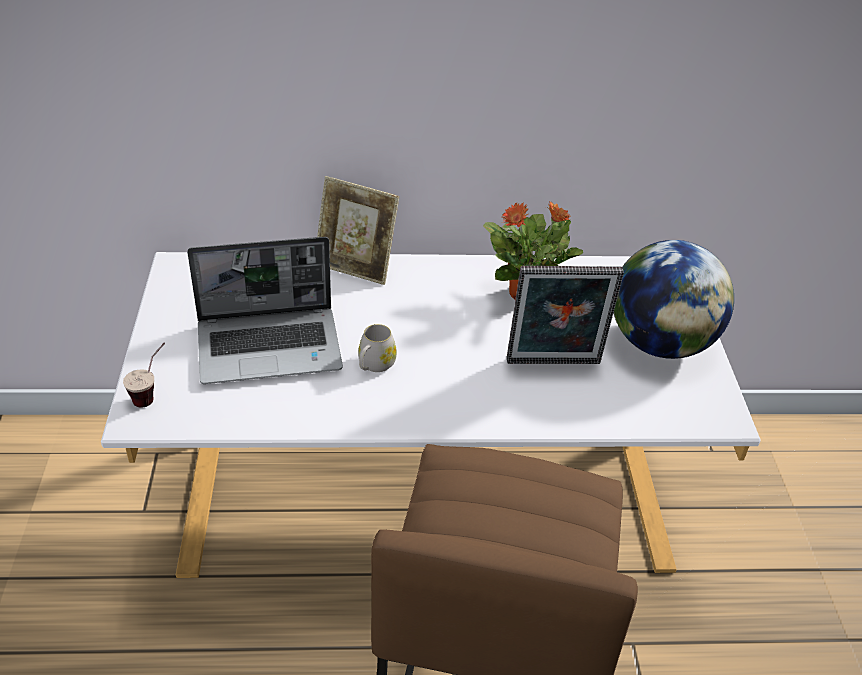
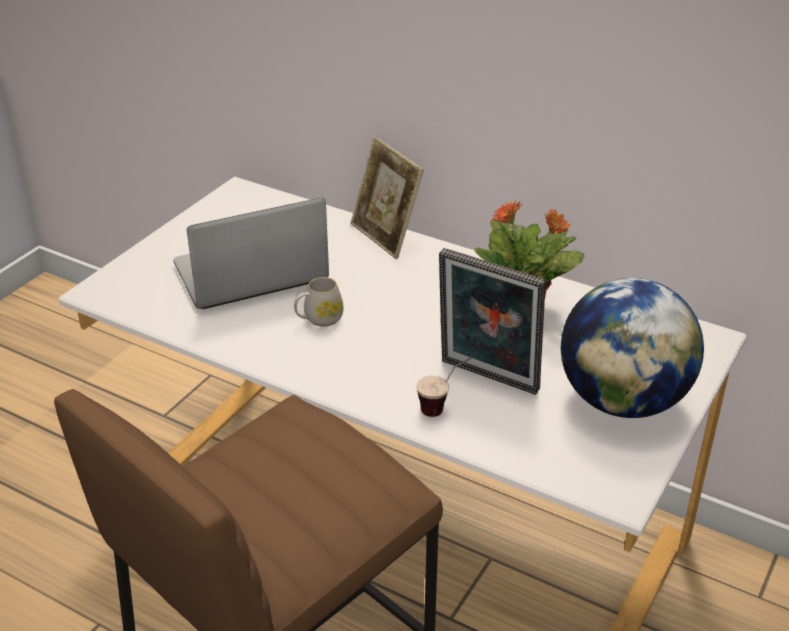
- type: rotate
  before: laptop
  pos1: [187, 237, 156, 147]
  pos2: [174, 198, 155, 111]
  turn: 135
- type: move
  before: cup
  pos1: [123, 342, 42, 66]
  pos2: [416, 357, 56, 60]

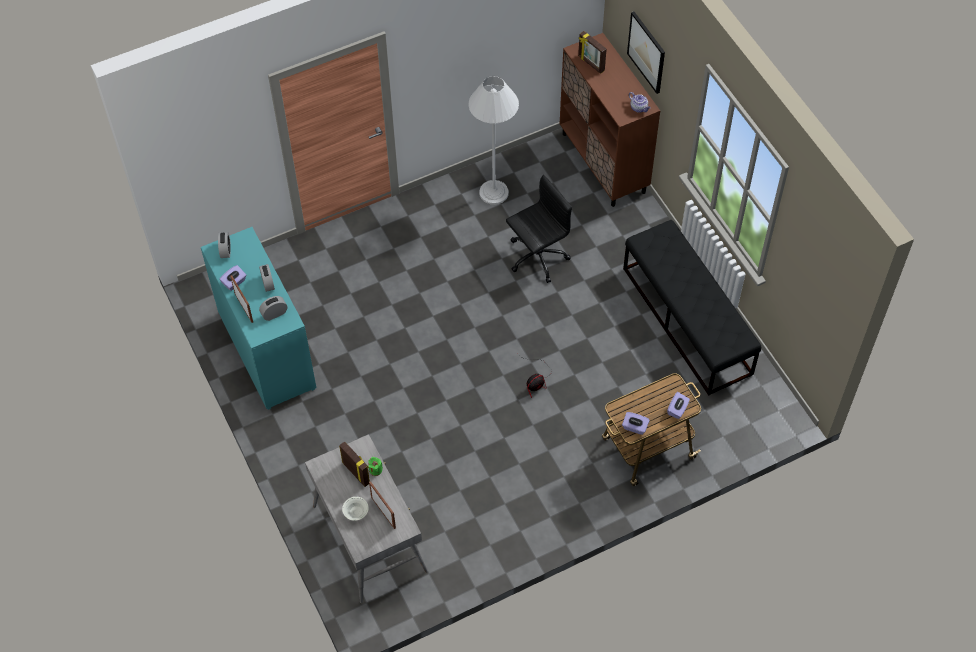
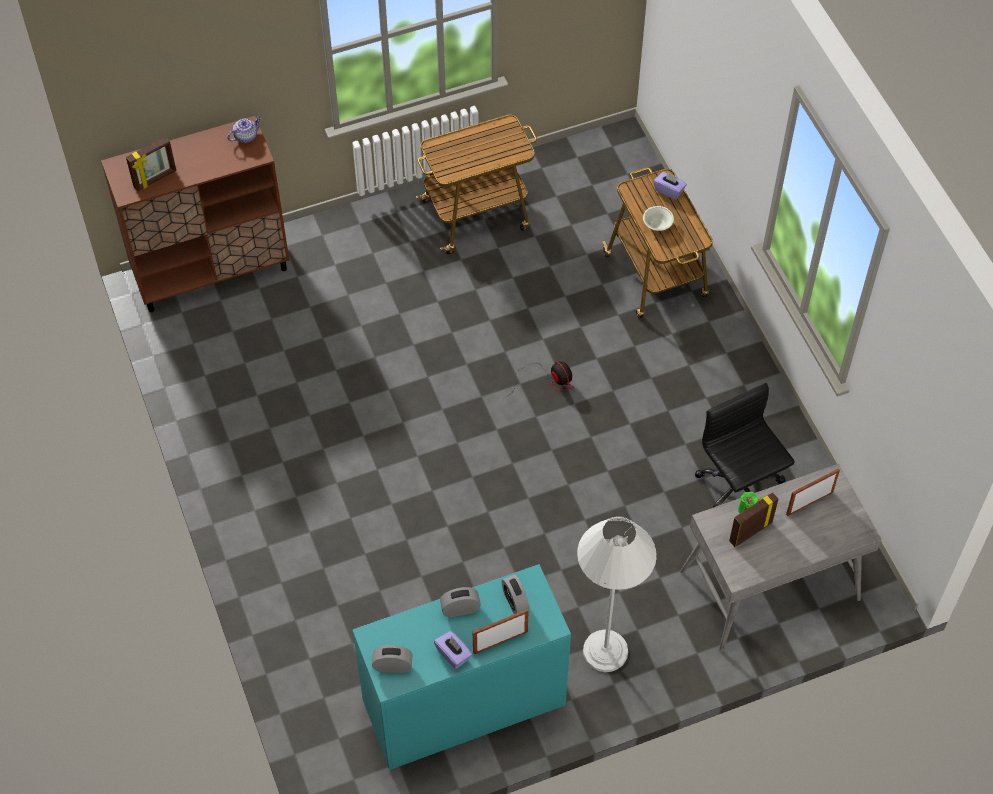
- type: delete
  before: wall_picture
  pos1: [627, 11, 38, 83]
- type: move
  before: white_standard_lamp
  pos1: [468, 76, 51, 129]
  pos2: [577, 516, 80, 156]
- type: move
  before: black_desk_chair
  pos1: [506, 175, 66, 108]
  pos2: [695, 383, 100, 125]
- type: replace
  before: black_bench
  after: wheeled_cart
  pos1: [623, 220, 138, 176]
  pos2: [416, 114, 121, 140]
- type: delete
  before: purple_tissue_holder
  pos1: [622, 412, 28, 23]
- type: move
  before: white_deep_dish
  pos1: [342, 497, 27, 24]
  pos2: [643, 206, 31, 25]

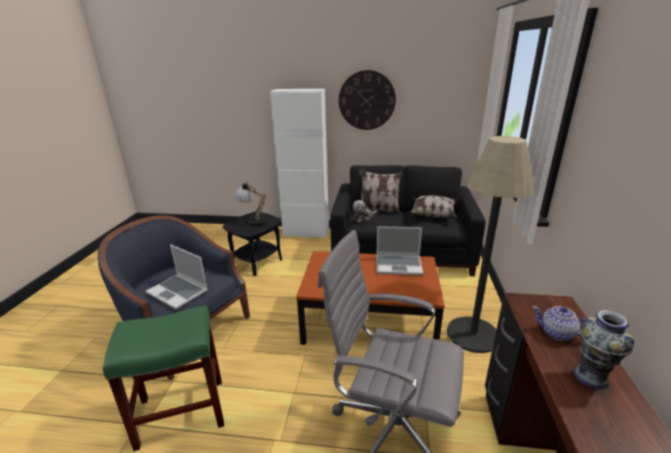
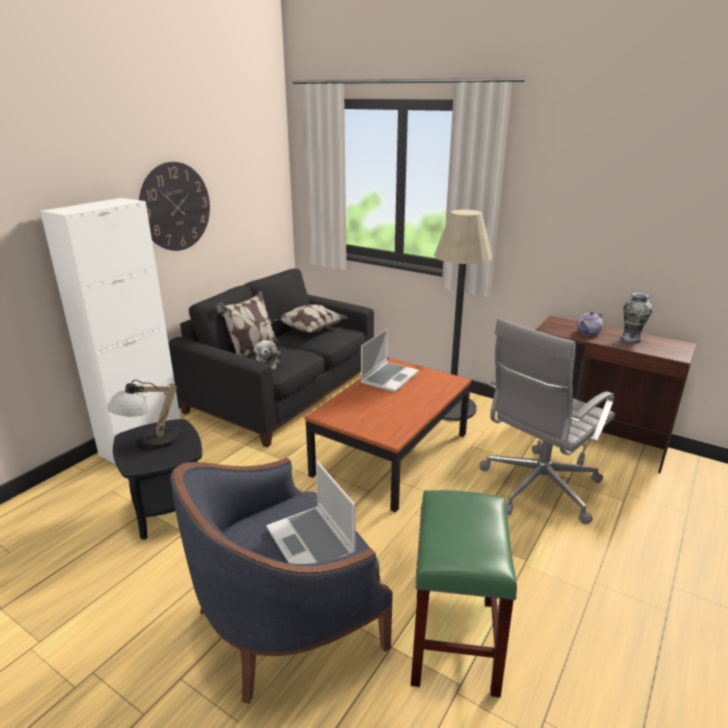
- type: rotate
  before: laptop
  pos1: [146, 244, 62, 65]
  pos2: [266, 460, 90, 104]
  turn: 90

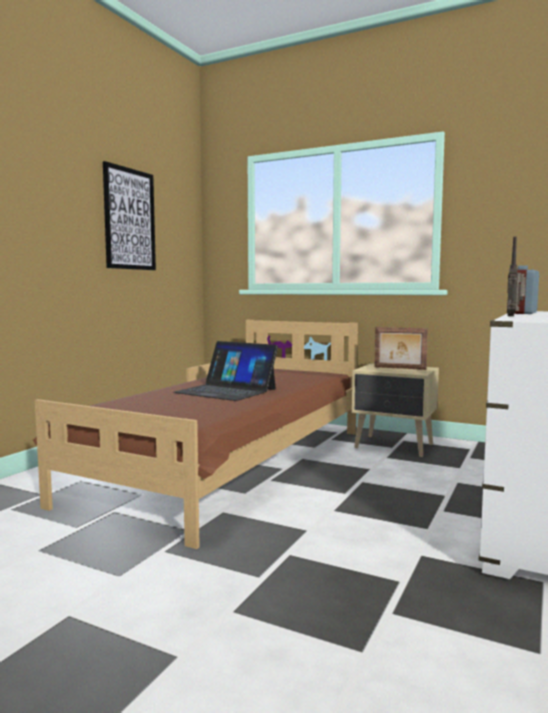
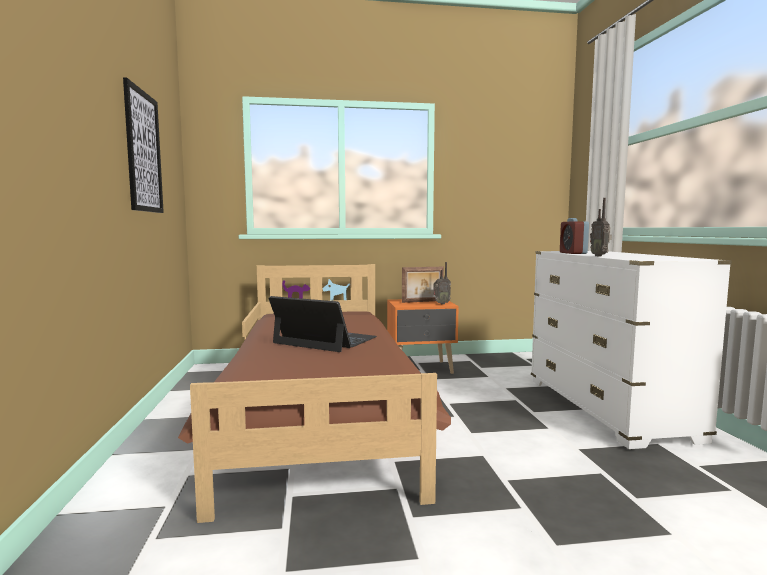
- type: rotate
  before: laptop
  pos1: [174, 341, 104, 60]
  pos2: [269, 296, 108, 56]
  turn: -150
- type: recolor
  before: beige_nightstand
  after: orangey_nightstand
  pos1: [352, 363, 87, 94]
  pos2: [387, 299, 72, 75]
- type: insert
  after: radio_set
  pos2: [433, 262, 18, 42]

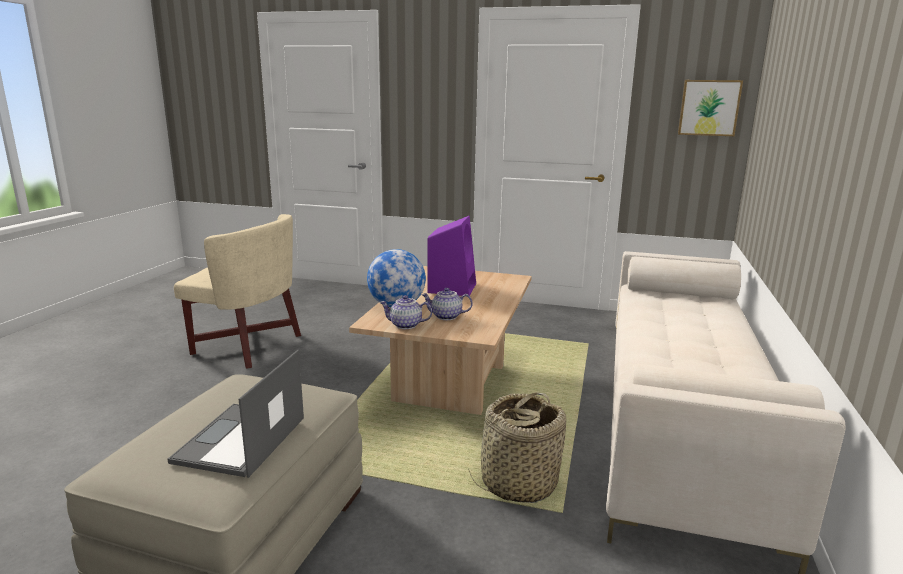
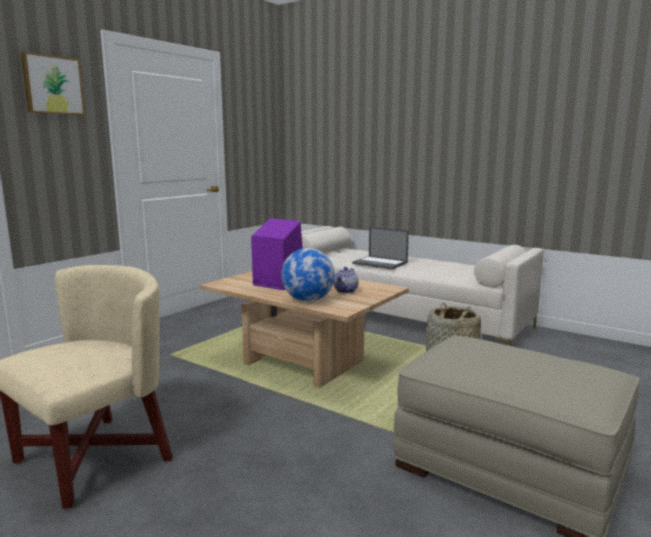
- type: move
  before: wall_picture
  pos1: [678, 80, 65, 56]
  pos2: [21, 52, 64, 63]
- type: delete
  before: tea_pot
  pos1: [379, 295, 53, 34]
- type: move
  before: laptop
  pos1: [168, 350, 136, 128]
  pos2: [352, 227, 57, 42]

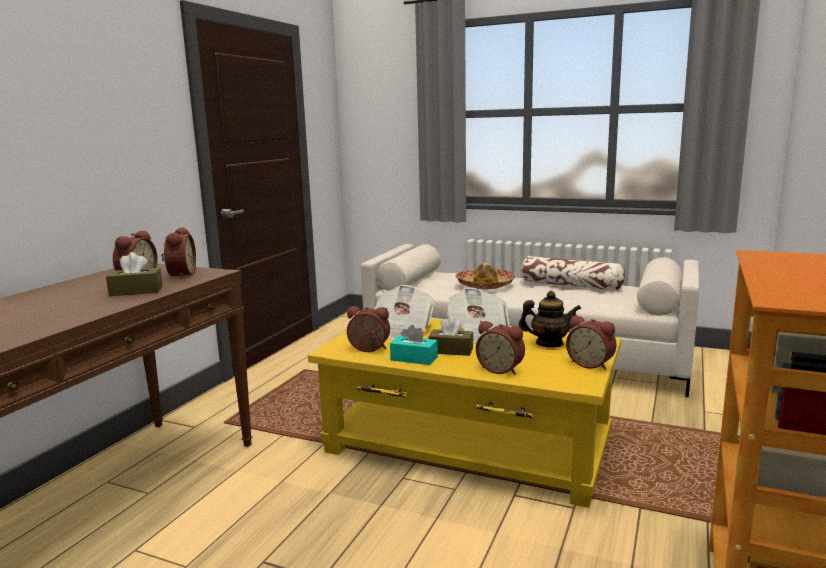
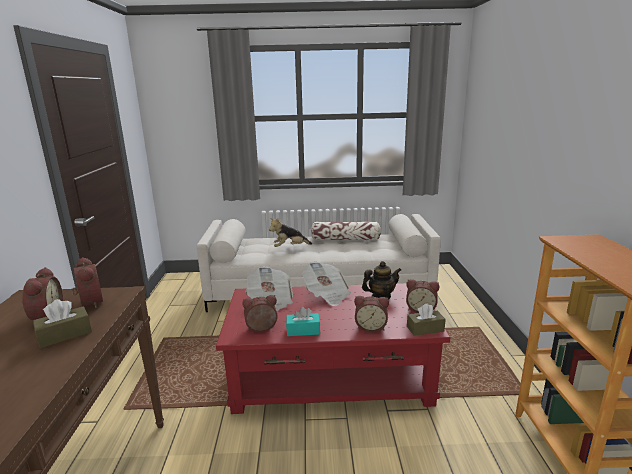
- type: replace
  before: clothing_hat
  after: plush_toy
  pos1: [456, 263, 59, 27]
  pos2: [269, 218, 43, 29]
- type: move
  before: brown-coloured_tissue_holder
  pos1: [429, 317, 44, 39]
  pos2: [407, 303, 39, 33]
- type: recolor
  before: yellowish_low_table
  after: reddish_low_table
  pos1: [308, 318, 314, 190]
  pos2: [216, 283, 235, 131]

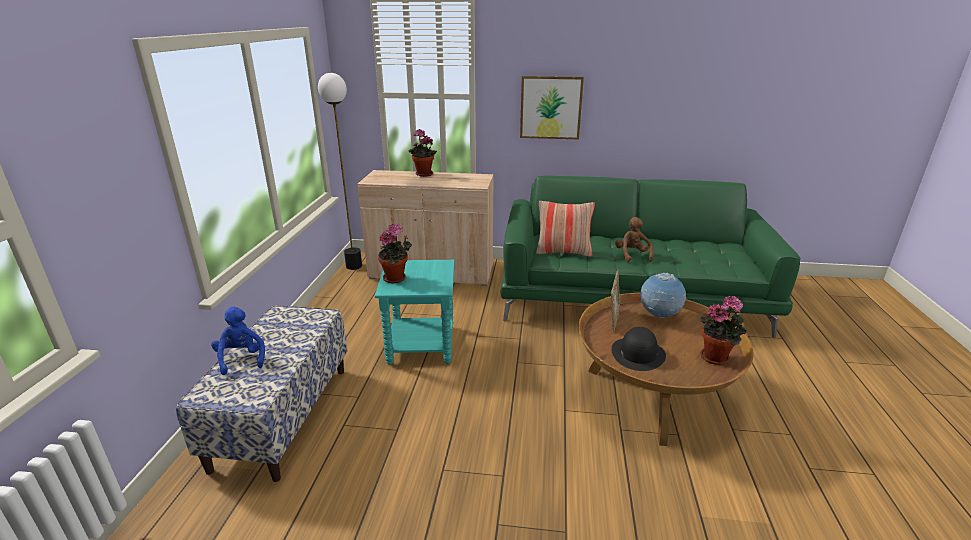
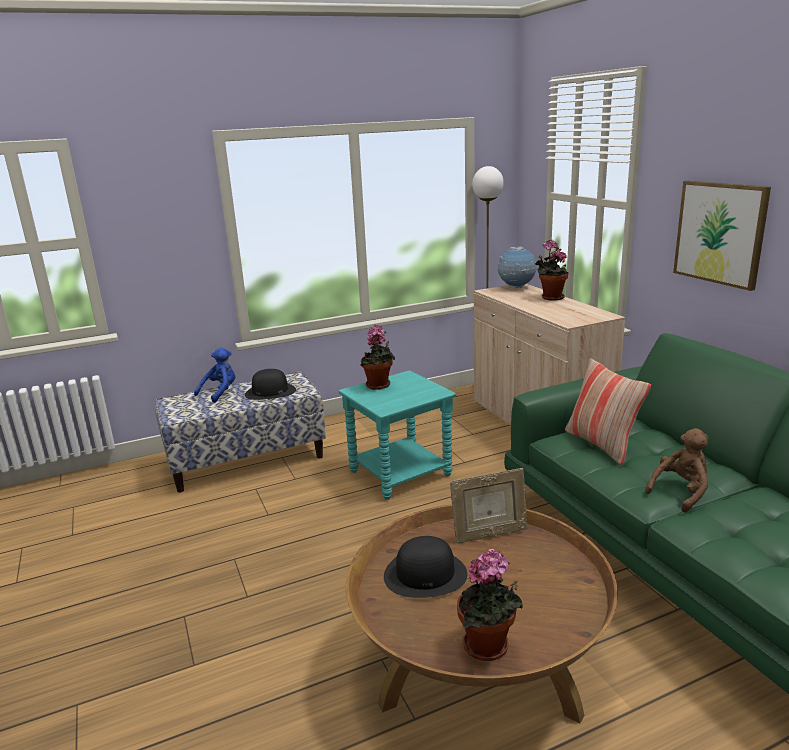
- type: move
  before: globe
  pos1: [640, 273, 47, 45]
  pos2: [498, 247, 39, 41]
- type: insert
  after: black_clothing_hat
  pos2: [245, 369, 51, 31]

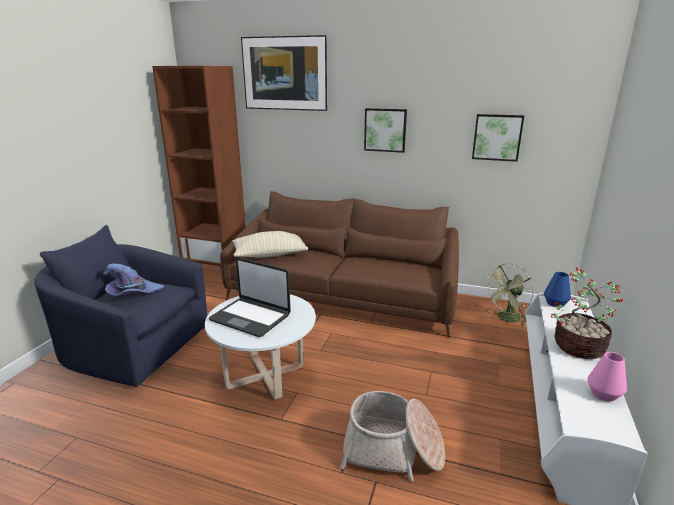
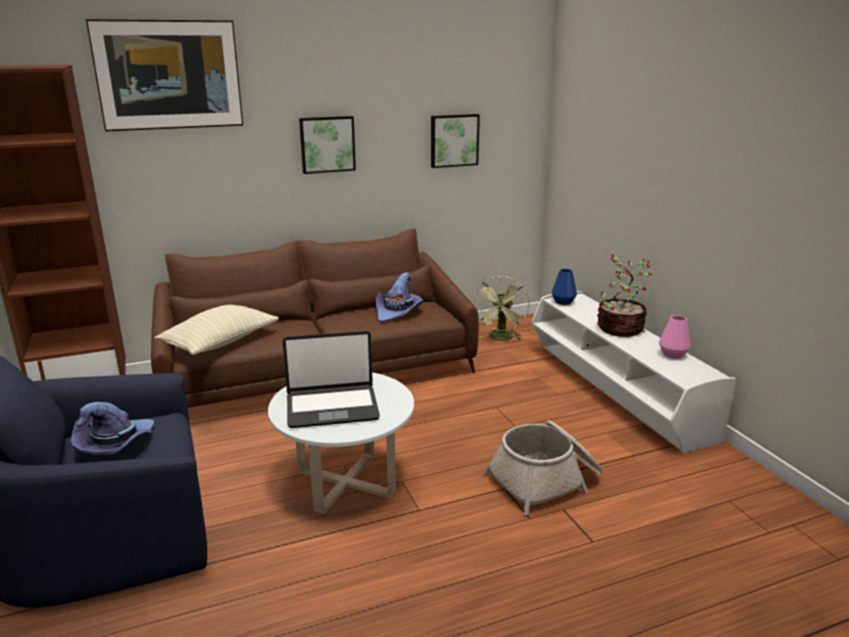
- type: insert
  after: purple_clothing_hat
  pos2: [376, 272, 48, 51]

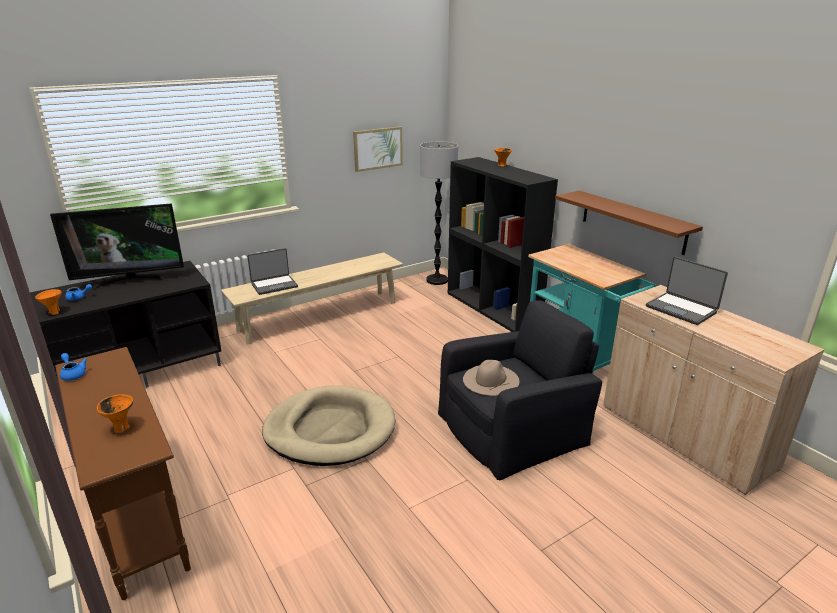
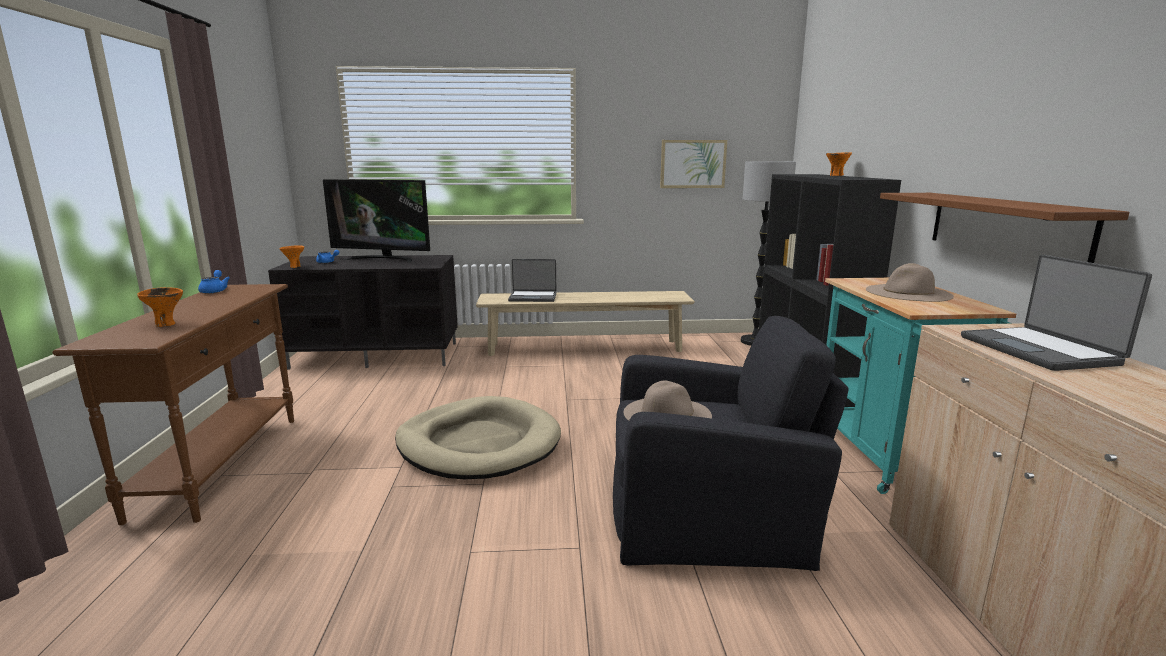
- type: insert
  after: beige_clothing_hat
  pos2: [866, 263, 88, 39]

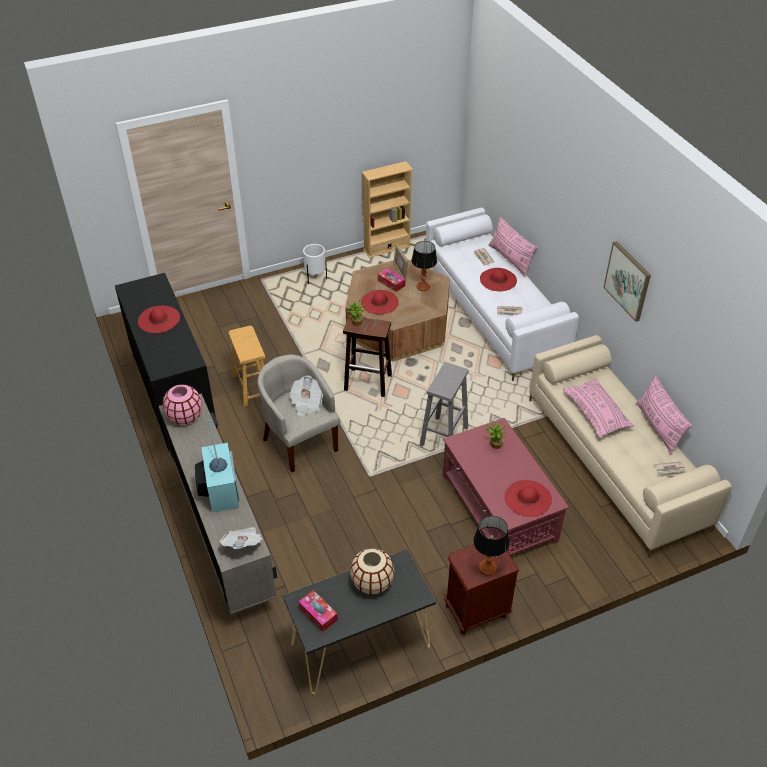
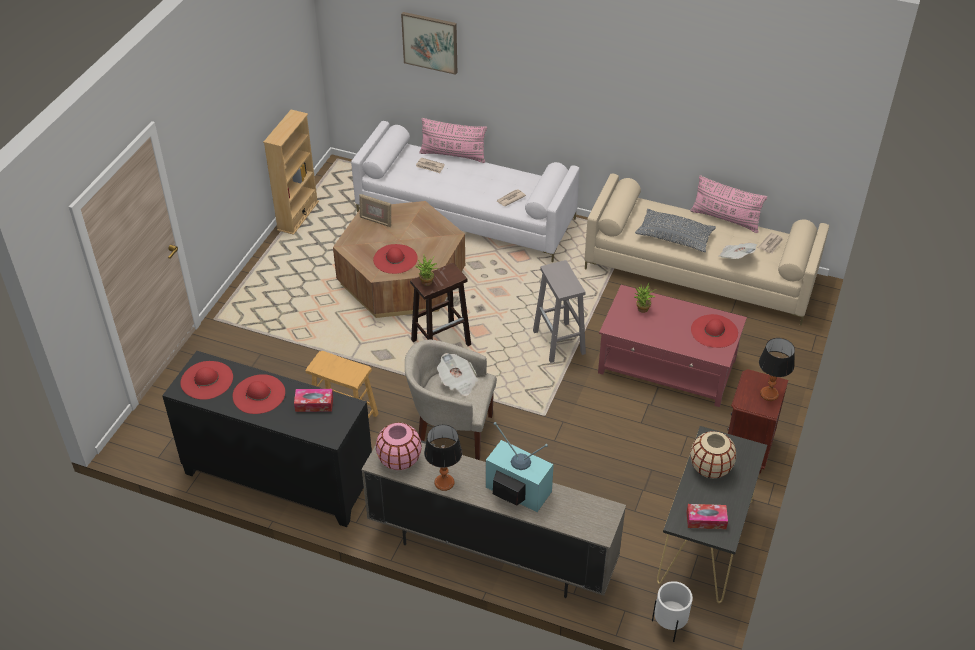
- type: move
  before: lamp_for_a_table
  pos1: [411, 241, 26, 50]
  pos2: [424, 425, 38, 66]
- type: move
  before: wall_picture
  pos1: [603, 241, 48, 81]
  pos2: [401, 12, 56, 63]
- type: move
  before: white_flower_pot
  pos1: [303, 244, 24, 40]
  pos2: [652, 581, 41, 61]
- type: move
  before: tissue_holder
  pos1: [378, 268, 28, 24]
  pos2: [294, 389, 39, 23]
- type: move
  before: reddish_clothing_hat
  pos1: [480, 268, 37, 23]
  pos2: [180, 361, 53, 39]
- type: recolor
  before: pink_throw_pillow
  after: gray_throw_pillow
  pos1: [563, 378, 71, 60]
  pos2: [635, 209, 81, 43]
- type: move
  before: newspaper
  pos1: [220, 527, 43, 22]
  pos2: [718, 243, 39, 16]

